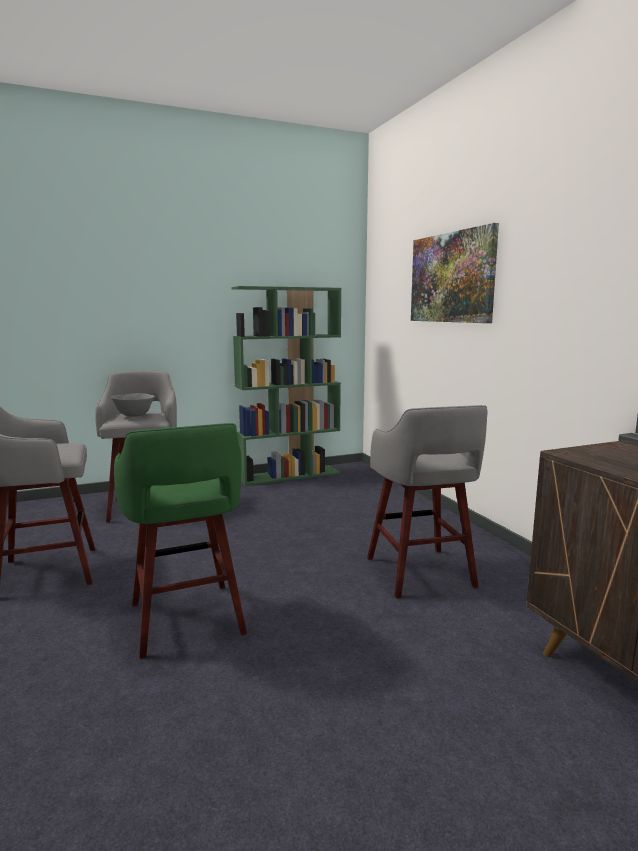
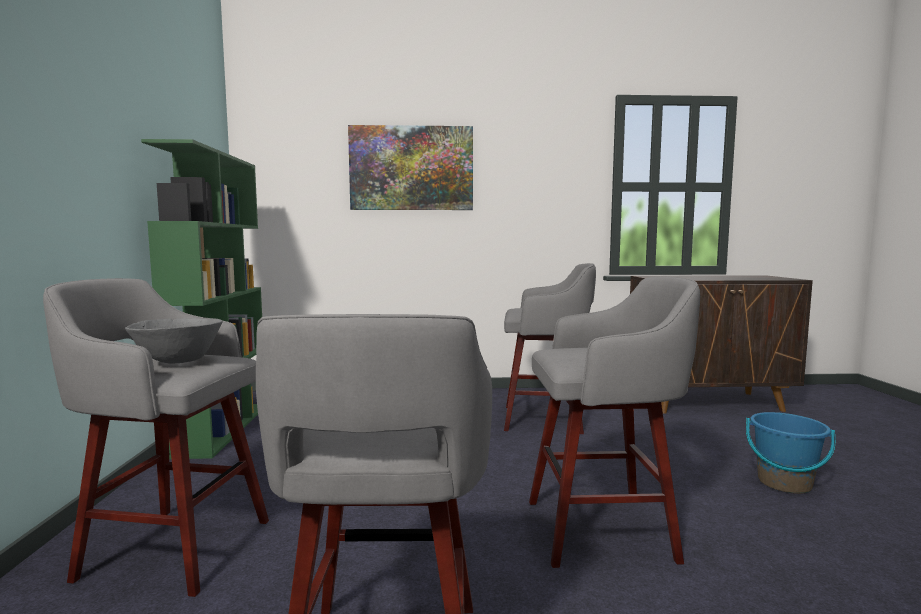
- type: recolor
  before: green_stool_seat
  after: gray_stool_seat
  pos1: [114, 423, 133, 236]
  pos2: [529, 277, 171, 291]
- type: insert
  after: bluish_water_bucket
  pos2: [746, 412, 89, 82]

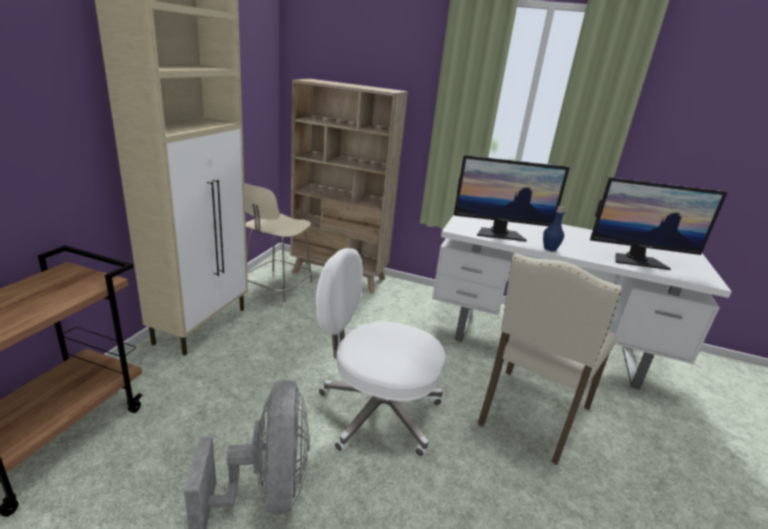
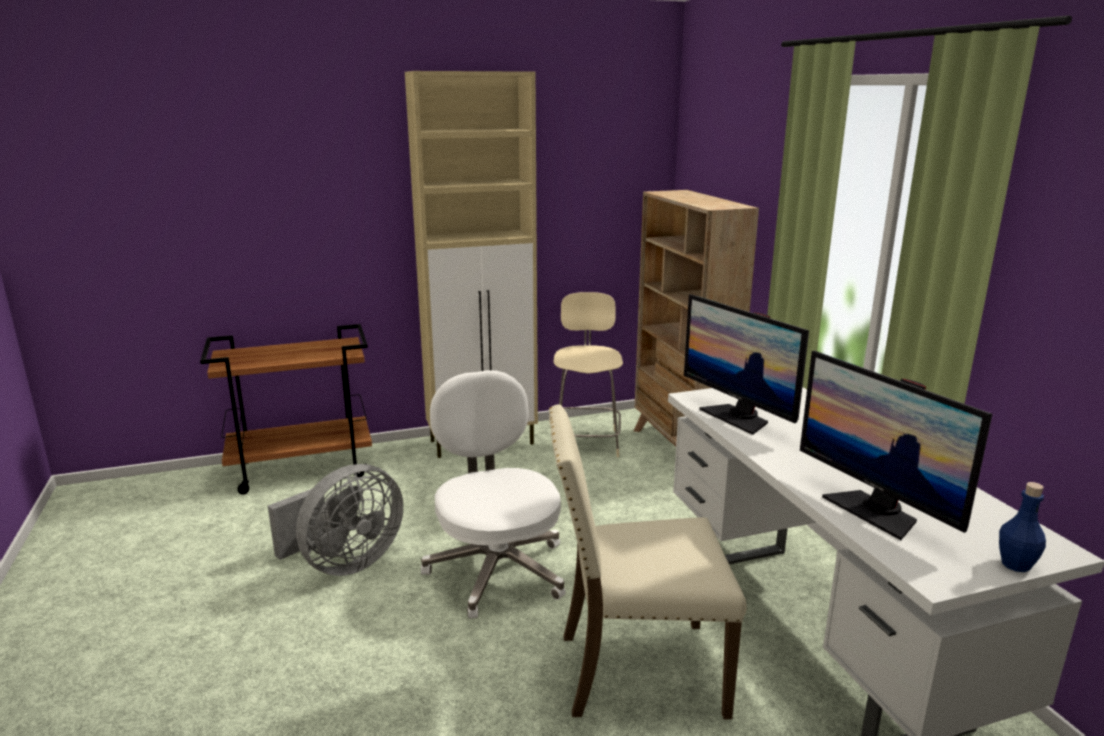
- type: rotate
  before: beige_upright_chair
  pos1: [244, 183, 69, 126]
  pos2: [553, 292, 70, 165]
  turn: 105
- type: move
  before: bluish_beverage_bottle
  pos1: [543, 206, 22, 45]
  pos2: [999, 482, 47, 90]

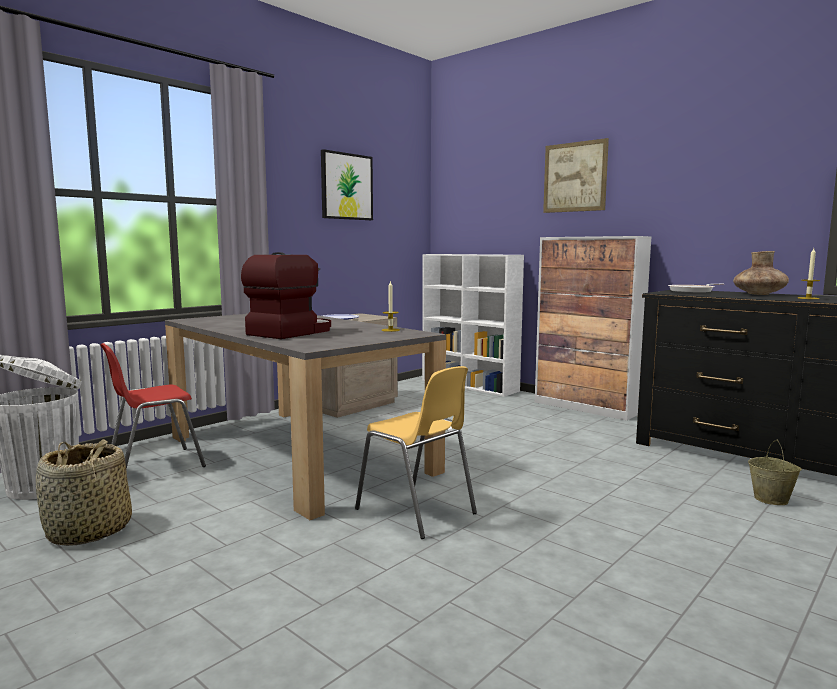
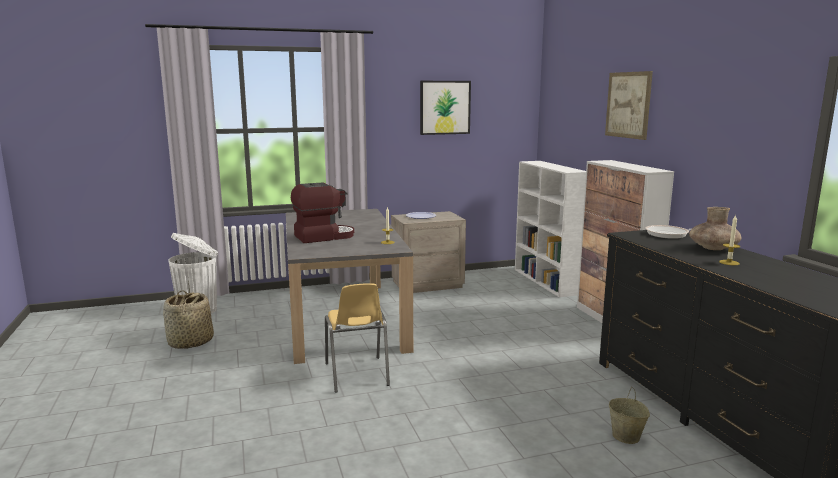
- type: delete
  before: reddish_upright_chair
  pos1: [100, 343, 106, 126]

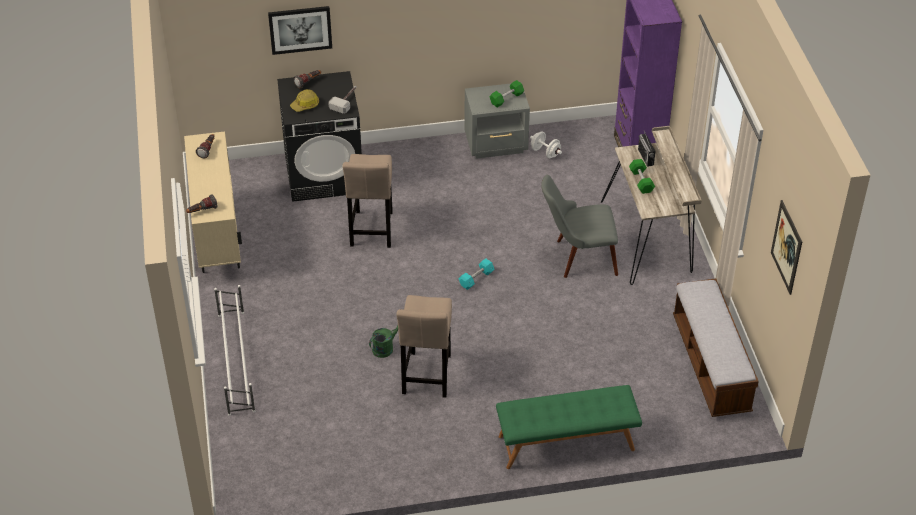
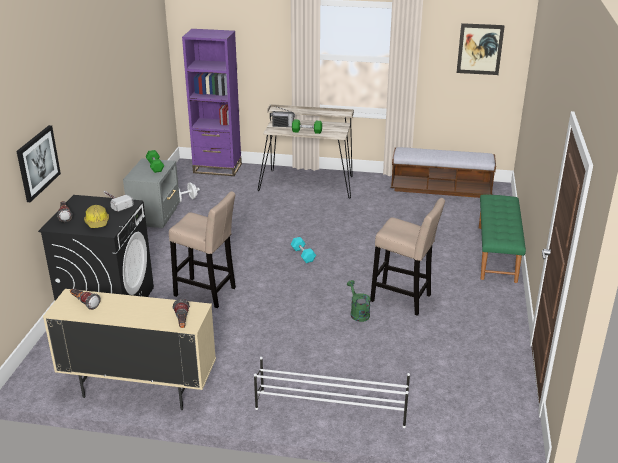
- type: delete
  before: gray_upright_chair
  pos1: [541, 175, 77, 103]

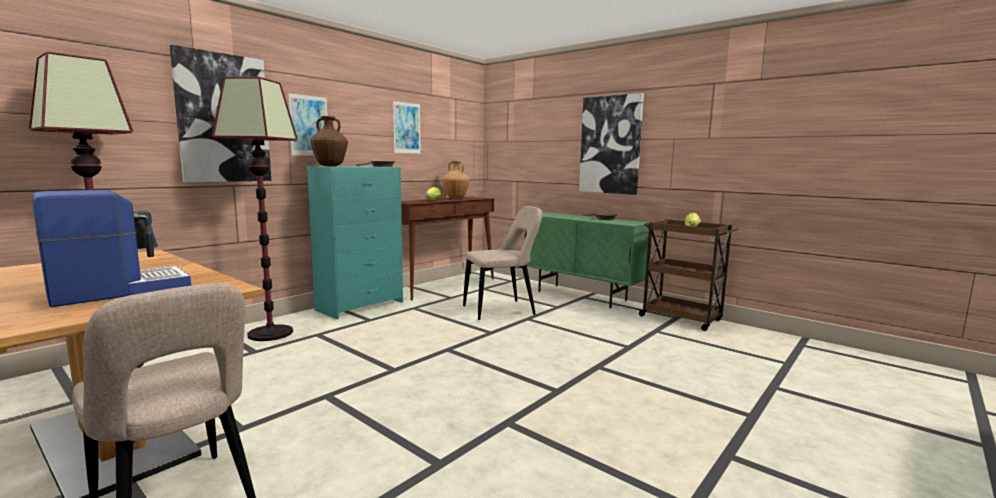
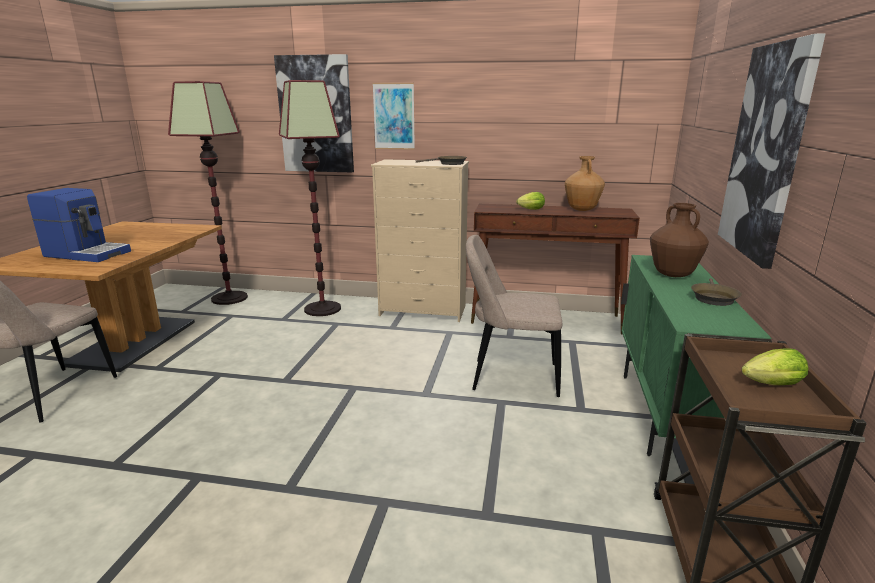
- type: delete
  before: wall_picture
  pos1: [393, 100, 28, 54]
- type: move
  before: brown-coloured_decorative_vase
  pos1: [310, 116, 38, 51]
  pos2: [650, 203, 59, 74]
- type: recolor
  before: turquoise_chest_of_drawers
  after: beige_chest_of_drawers
  pos1: [306, 166, 97, 153]
  pos2: [371, 159, 98, 163]
- type: rotate
  before: beige_upright_chair
  pos1: [463, 206, 80, 114]
  pos2: [466, 235, 96, 162]
  turn: 150

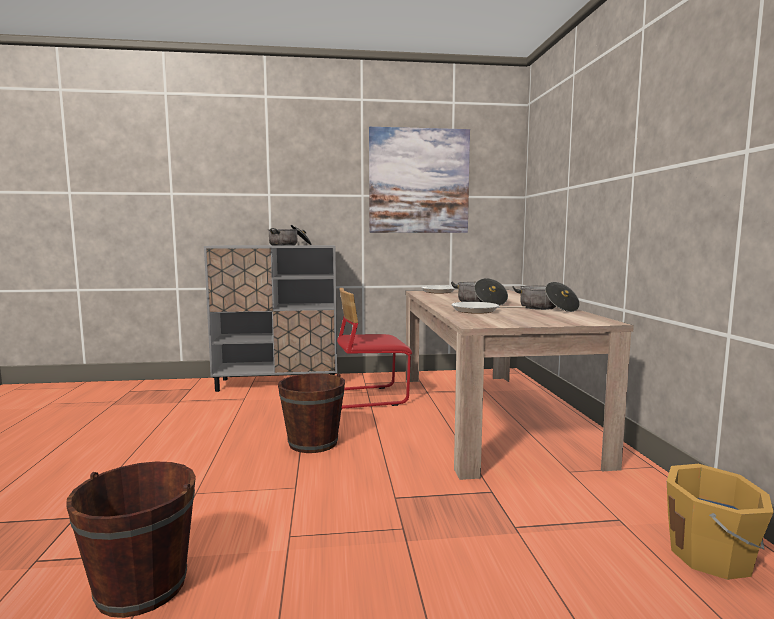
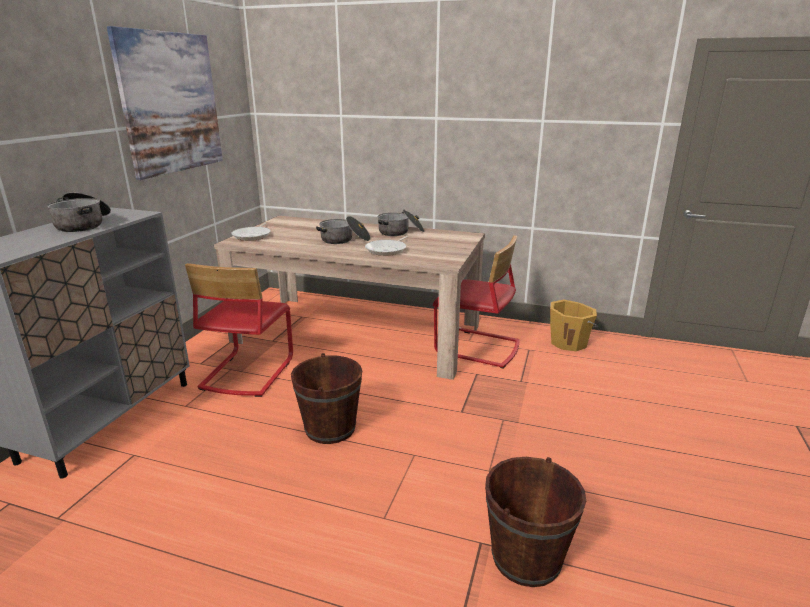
- type: insert
  after: reddish_upright_chair
  pos2: [433, 235, 87, 134]

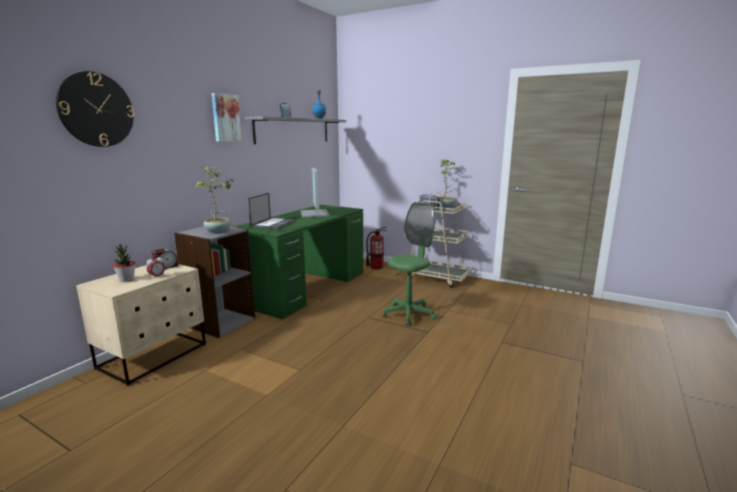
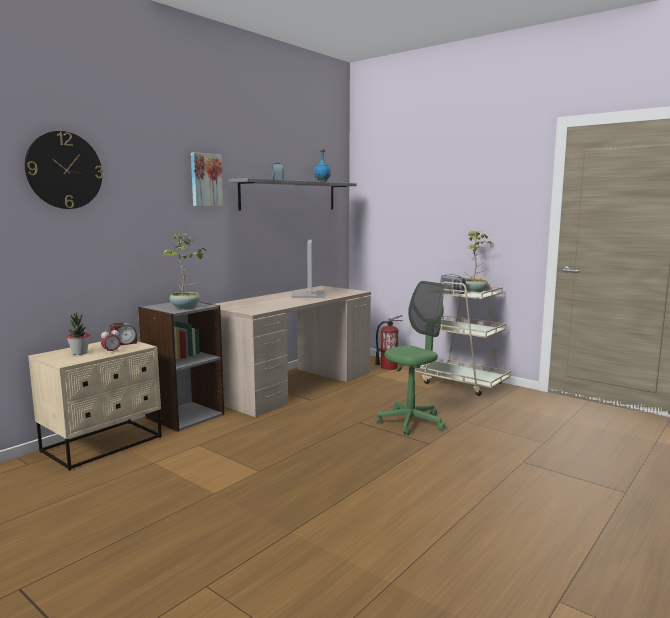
- type: delete
  before: laptop
  pos1: [248, 193, 48, 36]
- type: recolor
  before: green_desk_table
  after: beige_desk_table
  pos1: [235, 205, 128, 114]
  pos2: [214, 286, 157, 131]

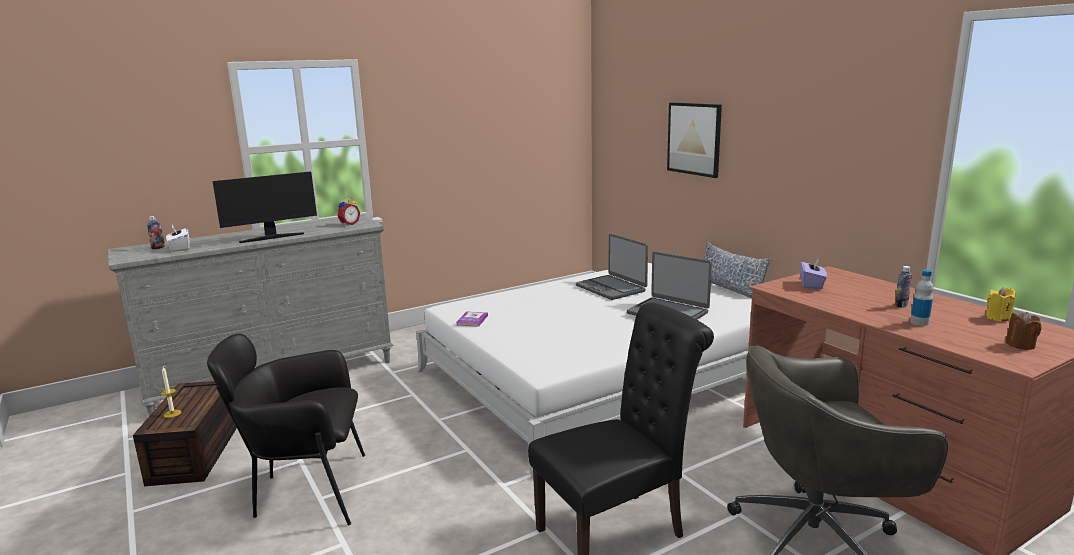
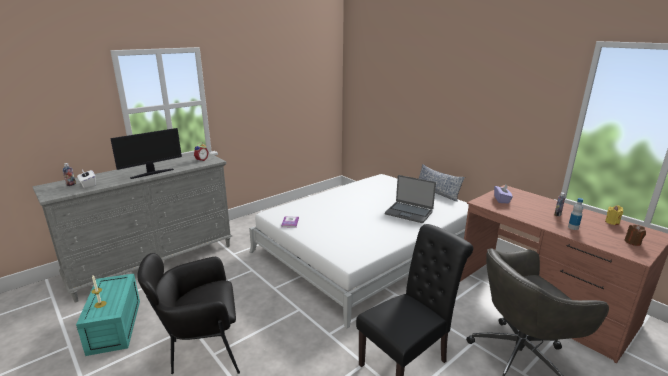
- type: delete
  before: wall_picture
  pos1: [667, 102, 55, 76]
- type: delete
  before: laptop
  pos1: [576, 234, 72, 66]
- type: recolor
  before: brown-coloured_storage_container
  after: turquoise_storage_container
  pos1: [133, 381, 104, 105]
  pos2: [76, 274, 64, 82]

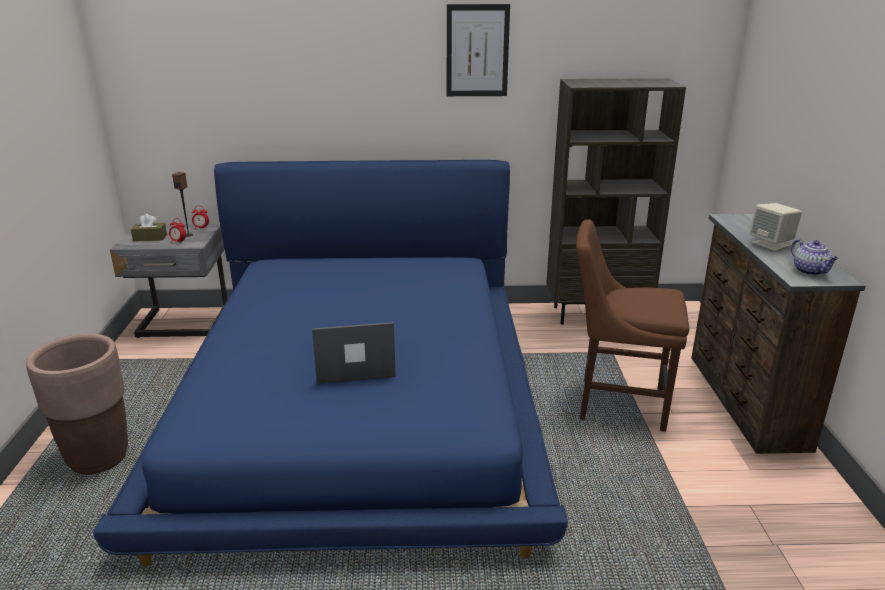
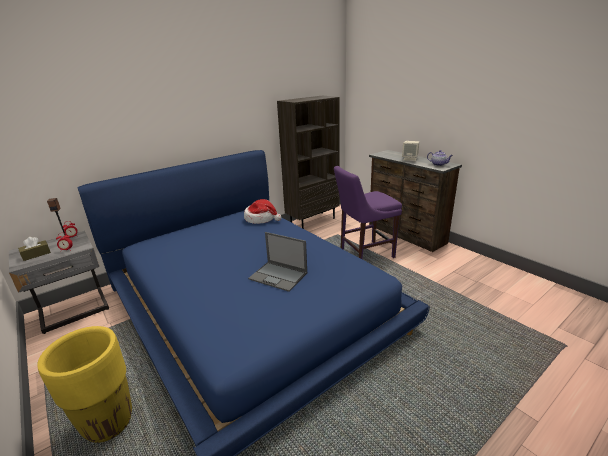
- type: delete
  before: wall_picture
  pos1: [447, 4, 63, 92]
- type: recolor
  before: brown-coloured_upright_chair
  after: purple_upright_chair
  pos1: [576, 220, 113, 212]
  pos2: [334, 166, 68, 93]
- type: rotate
  before: laptop
  pos1: [312, 322, 84, 62]
  pos2: [248, 232, 59, 60]
  turn: -105
- type: recolor
  before: brown-coloured_flower_pot
  after: yellowish_flower_pot
  pos1: [26, 334, 102, 140]
  pos2: [37, 326, 95, 117]
- type: insert
  after: clothing_hat
  pos2: [244, 199, 38, 25]

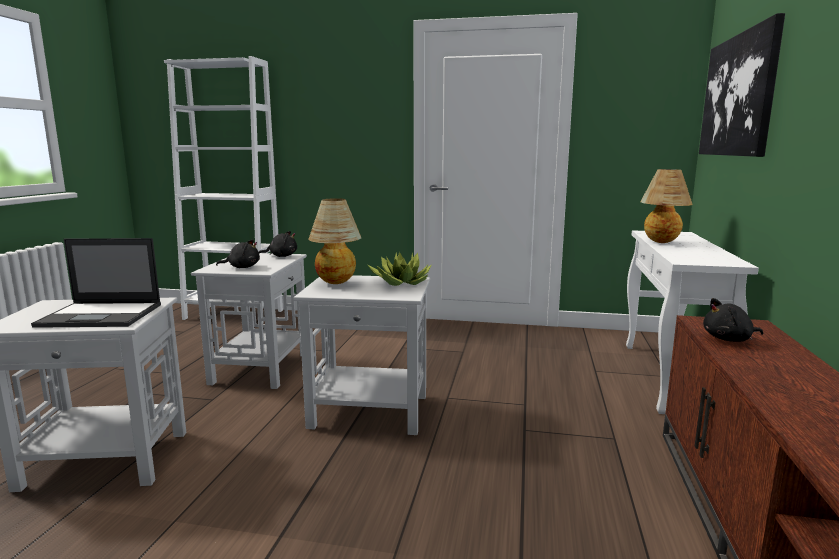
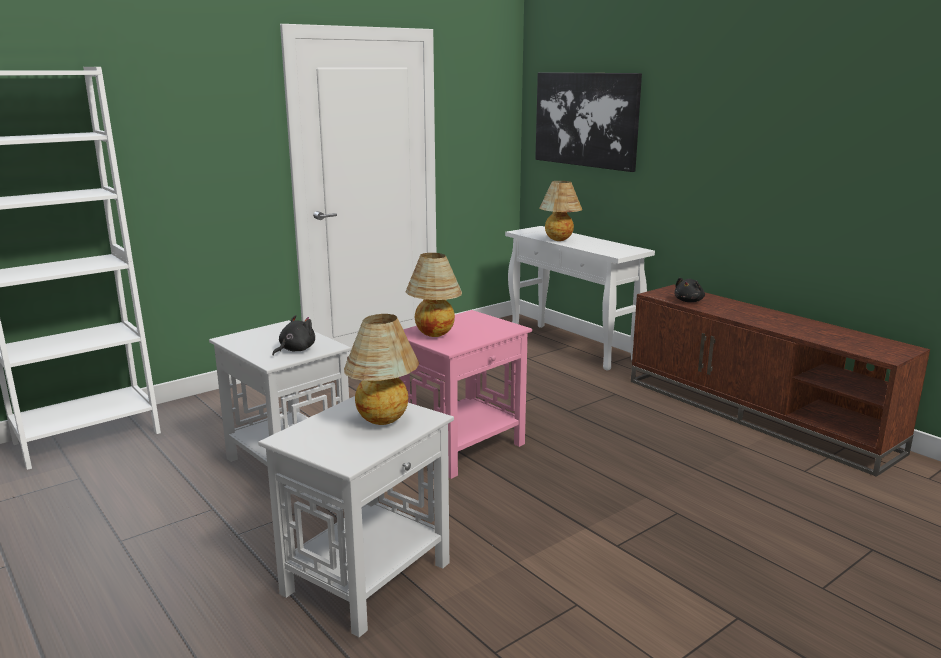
- type: delete
  before: black_plush_toy
  pos1: [259, 231, 38, 26]
- type: replace
  before: laptop
  after: lamp_for_a_table
  pos1: [31, 238, 130, 90]
  pos2: [344, 314, 75, 111]
- type: delete
  before: houseplant
  pos1: [367, 252, 64, 34]
- type: recolor
  before: white_accent_table
  after: pink_accent_table
  pos1: [293, 275, 137, 160]
  pos2: [399, 310, 133, 169]

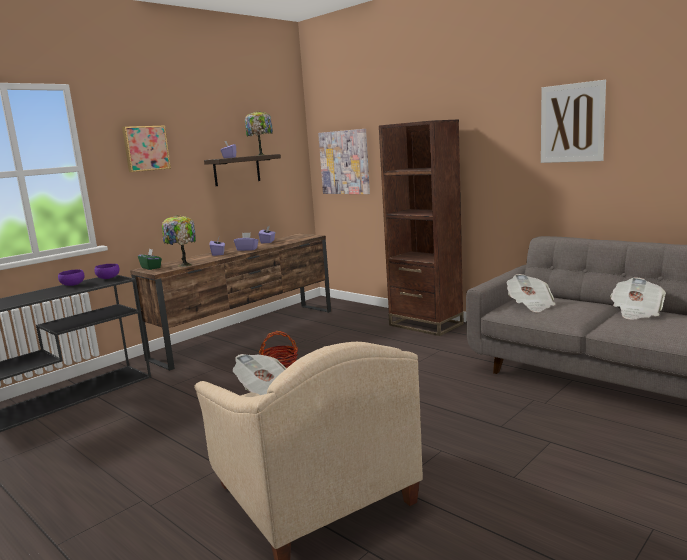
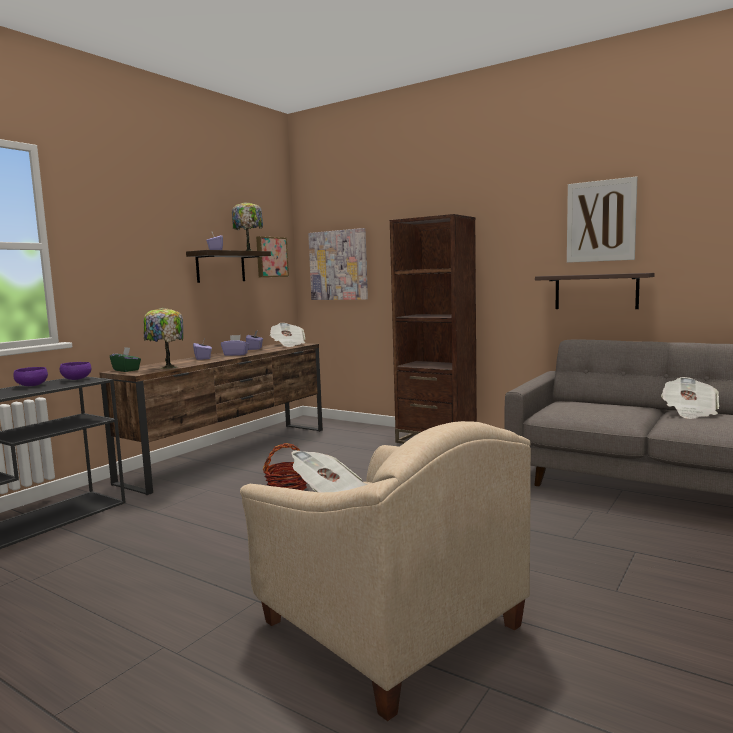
- type: move
  before: wall_picture
  pos1: [122, 125, 49, 47]
  pos2: [256, 236, 33, 41]
- type: move
  before: newspaper
  pos1: [506, 274, 49, 38]
  pos2: [270, 323, 35, 24]
- type: insert
  after: shelf
  pos2: [535, 273, 120, 36]

